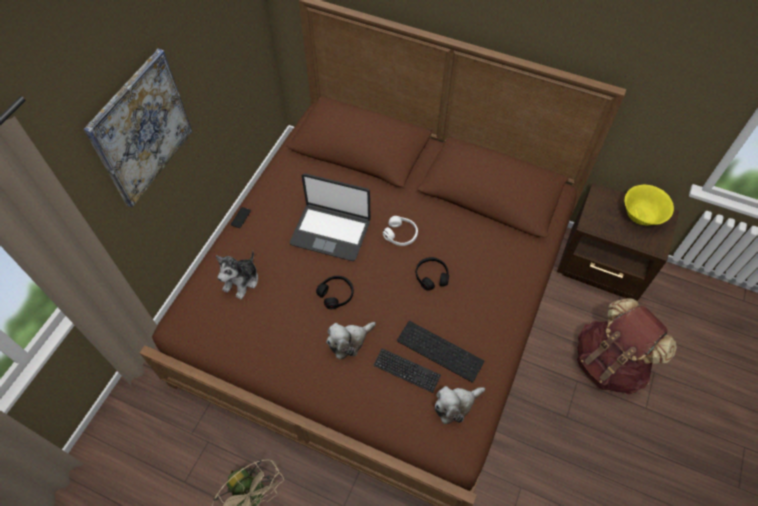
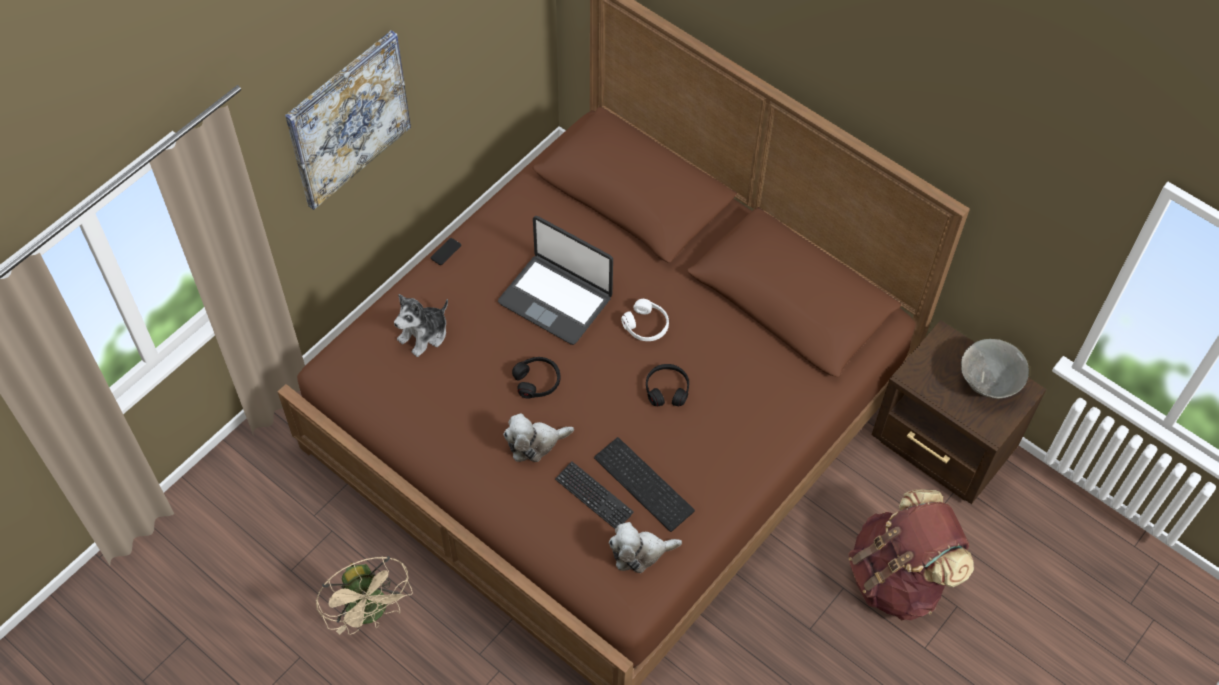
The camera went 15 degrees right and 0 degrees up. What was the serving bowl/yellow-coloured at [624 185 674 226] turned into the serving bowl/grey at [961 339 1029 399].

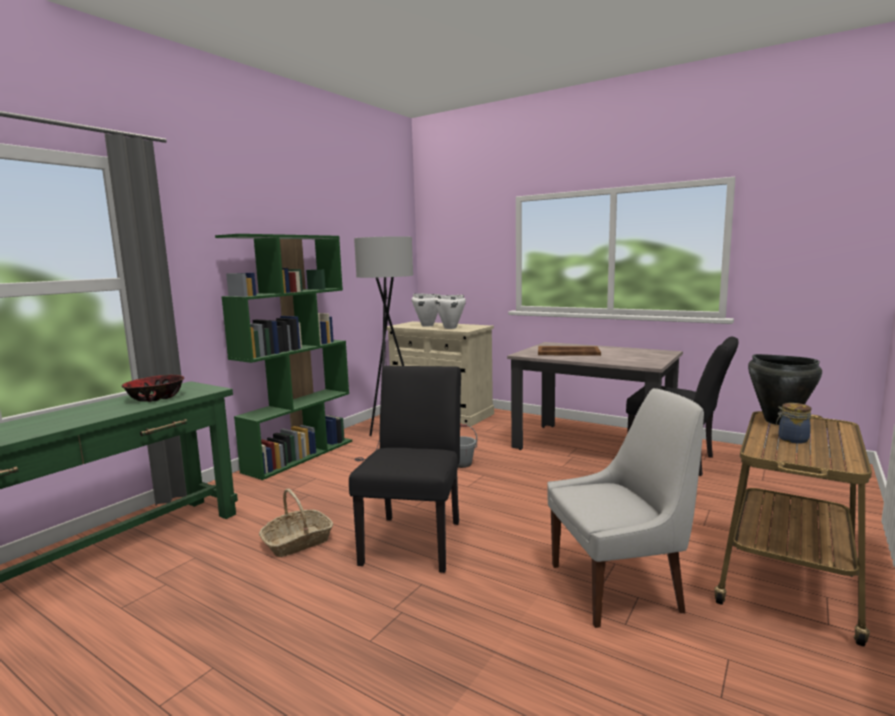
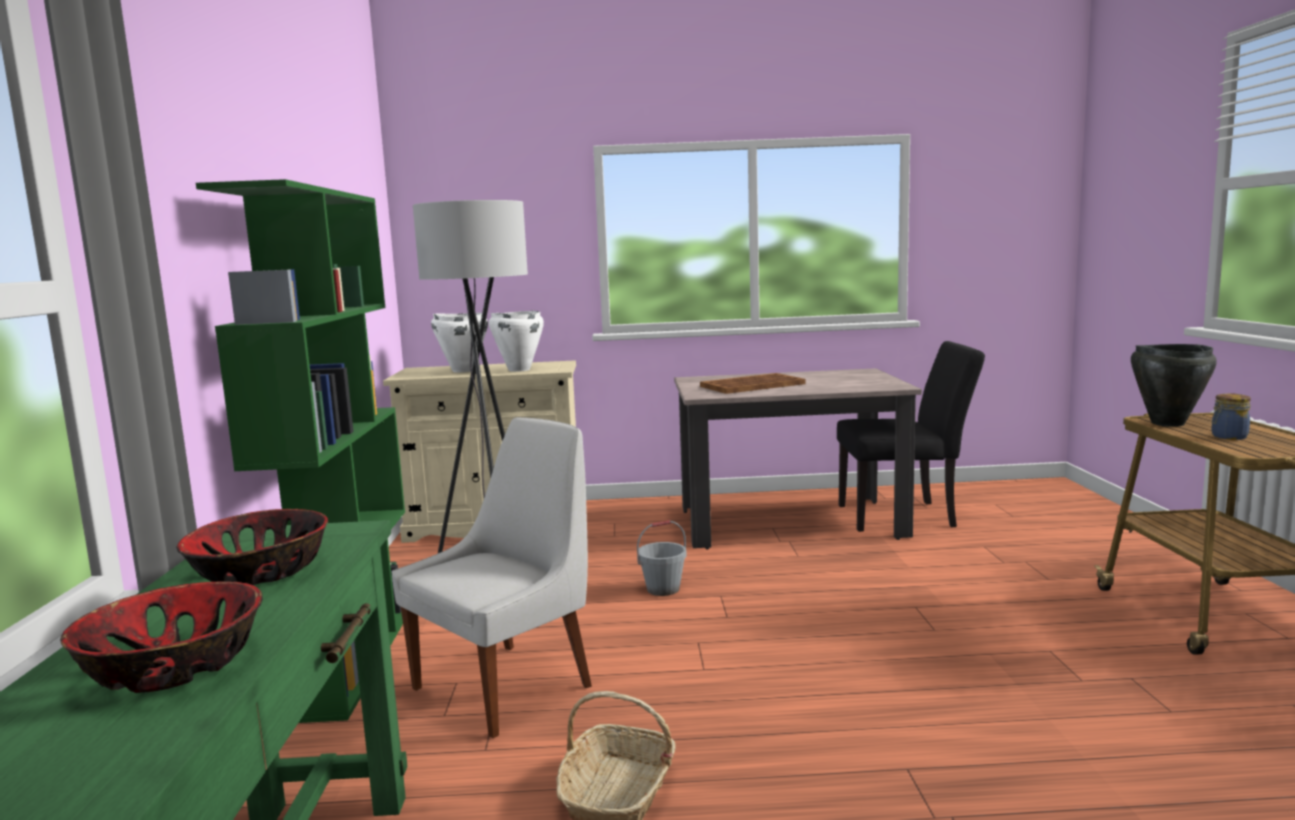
The camera went 35 degrees left and 0 degrees up. The second view lost the upright chair/black at [349 366 461 573]. The upright chair/whitish ended up elsewhere, having gone from [547 388 704 628] to [392 417 592 738]. The second view gained the serving bowl at [60 581 263 693].

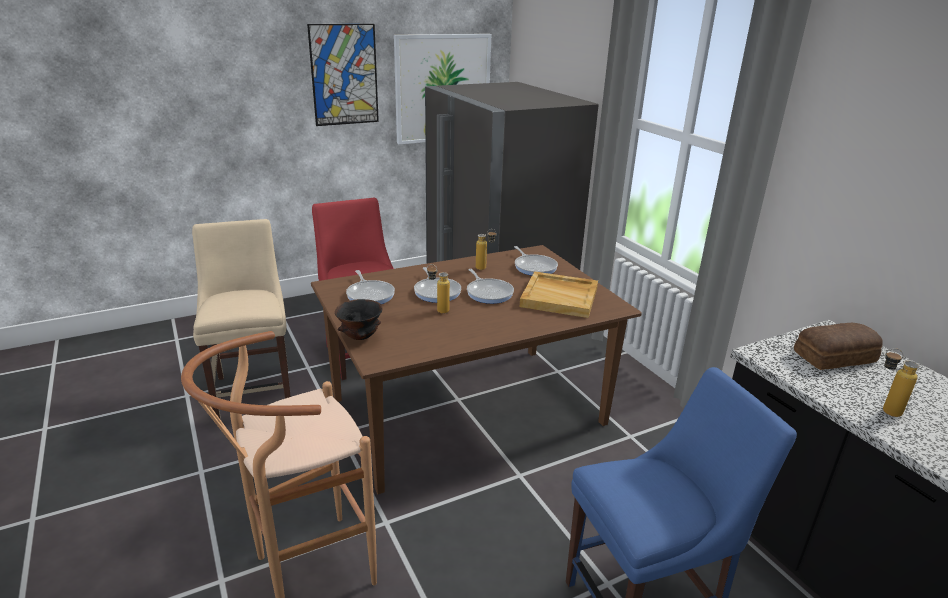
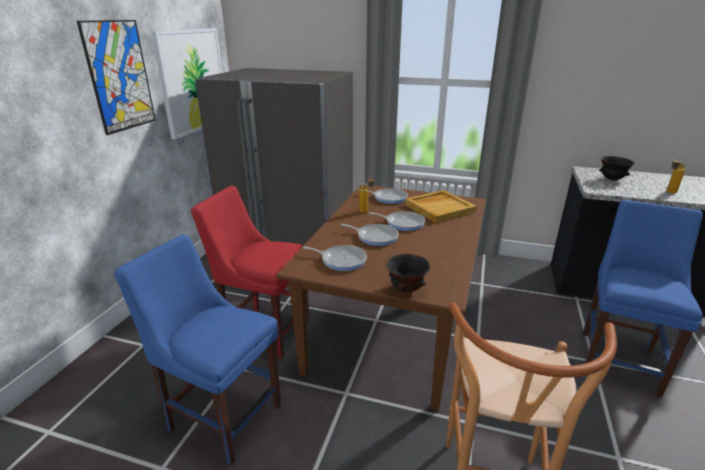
The camera went 45 degrees left and 0 degrees up. What was the upright chair/sand-coloured at [192 219 291 418] turned into the upright chair/bluish at [114 234 281 465]. The second view lost the beverage bottle at [427 264 450 314]. Where the bread stood at [794 323 883 370], the serving bowl/black came to stand at [599 156 635 180].

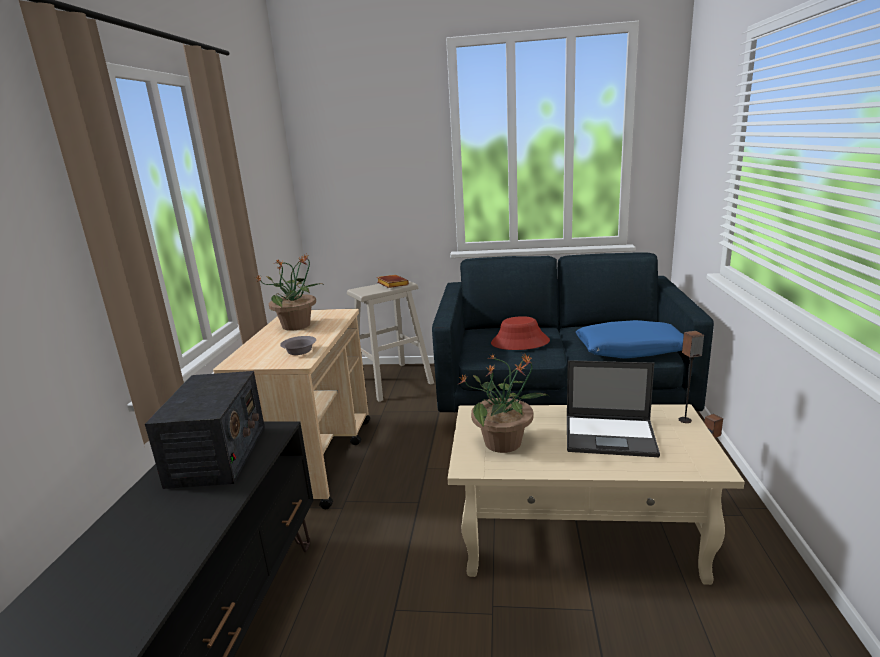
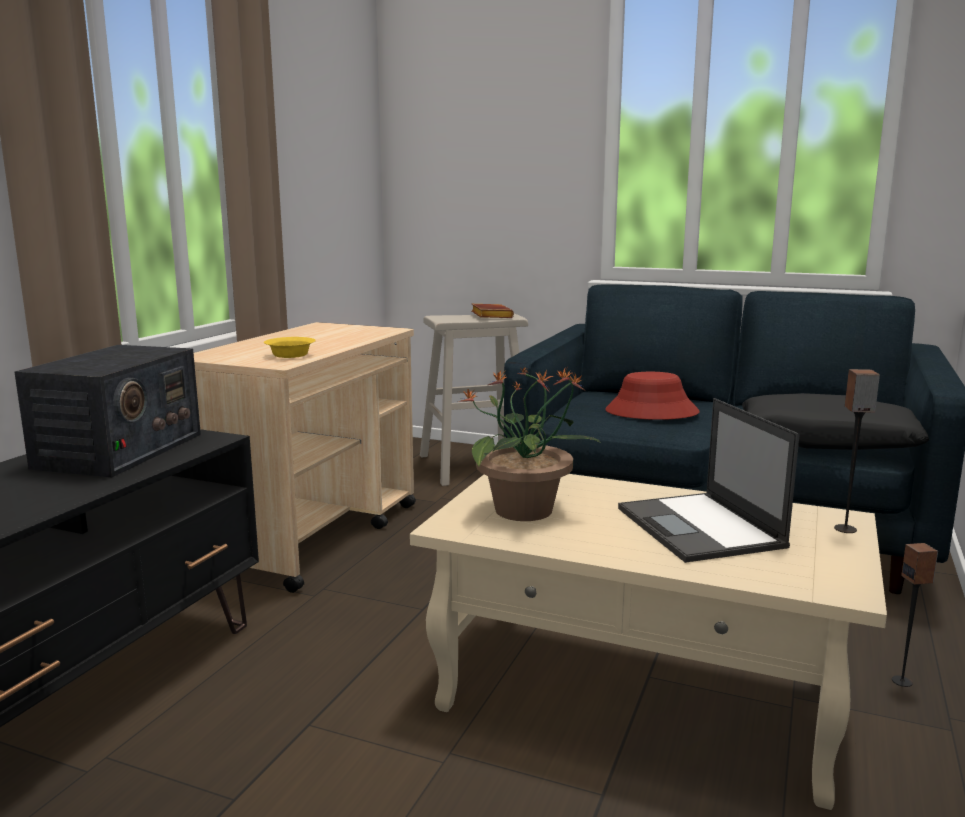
The camera went 15 degrees right and 5 degrees down. The second view lost the plant in a pot at [255 254 325 331]. What was the cushion/bluish at [576 320 684 359] turned into the cushion/black at [742 393 930 450]. What was the serving bowl/grey at [280 336 316 355] turned into the serving bowl/yellow-coloured at [264 337 316 358]. The notebook computer at [567 360 660 457] ended up facing another way, 45 degrees clockwise from before.

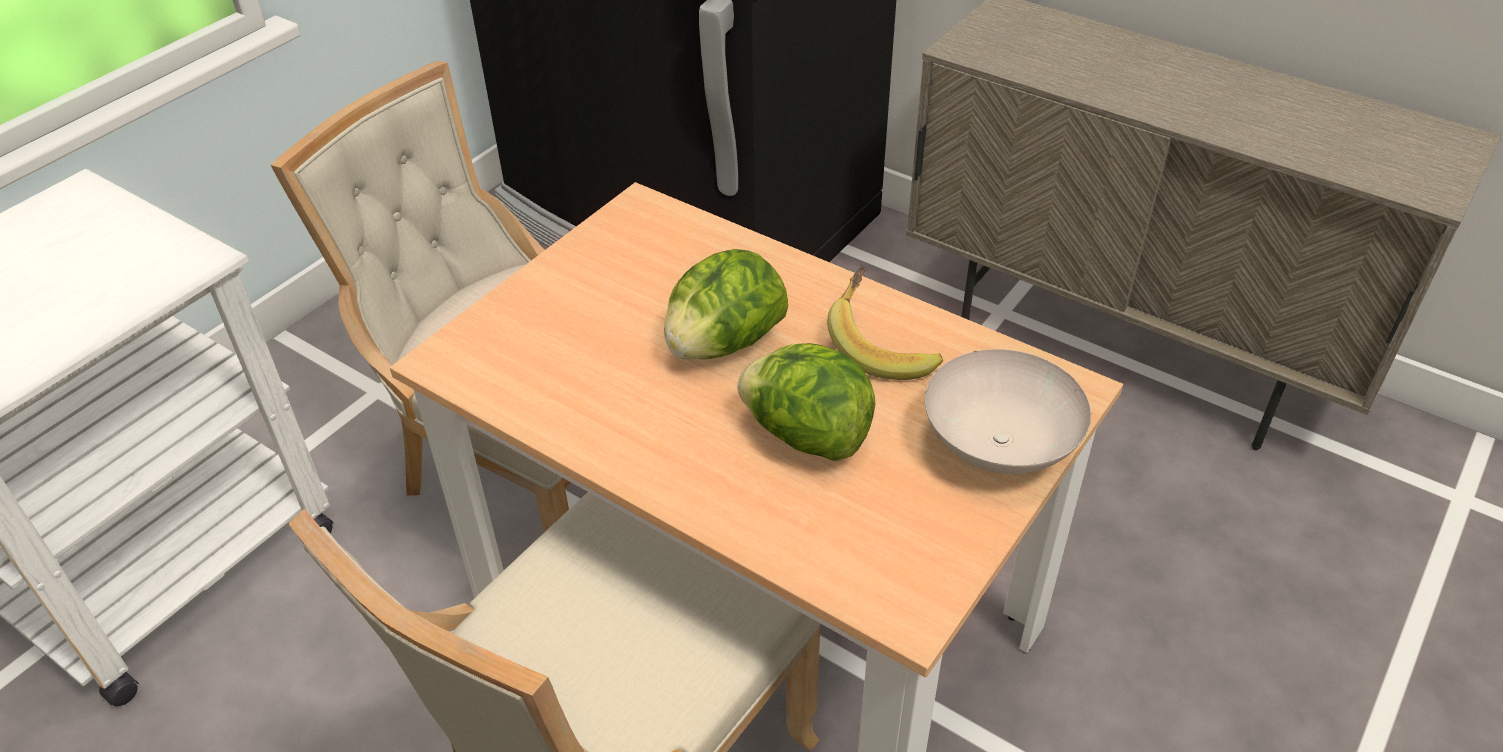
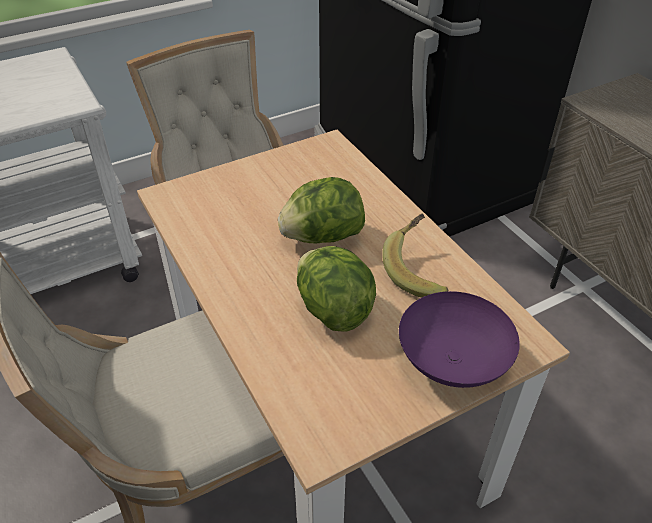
The camera went 25 degrees right and 0 degrees up. What was the serving bowl/whitish at [925 349 1091 474] turned into the serving bowl/purplish at [399 291 520 388].

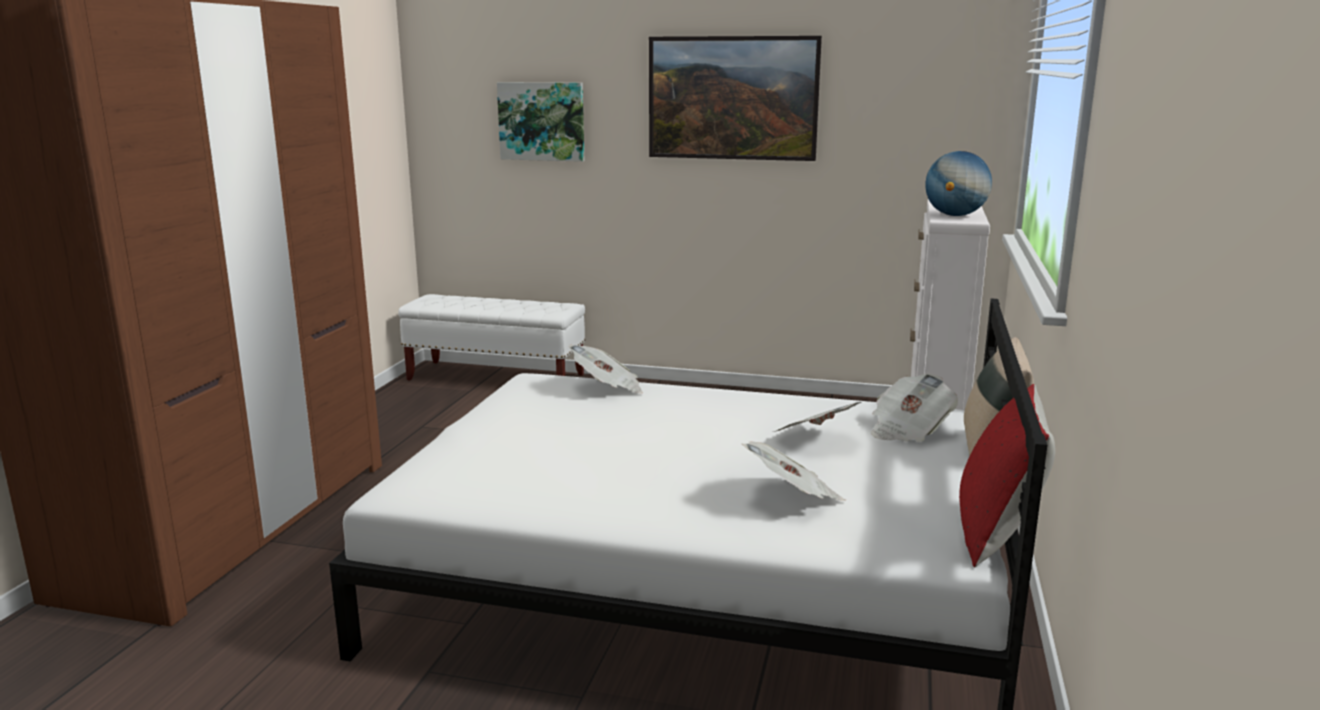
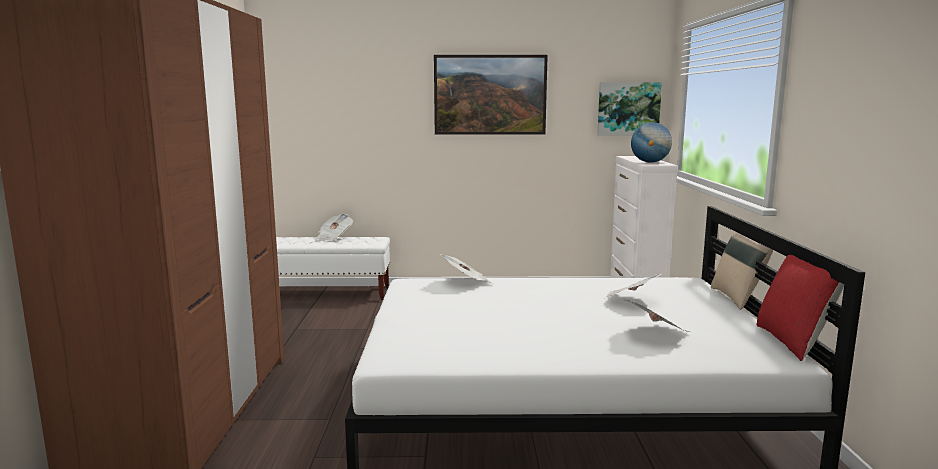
The camera went 15 degrees left and 5 degrees down. The wall art ended up elsewhere, having gone from [497 82 584 162] to [598 82 662 135]. The newspaper ended up elsewhere, having gone from [871 374 958 442] to [316 214 353 241].

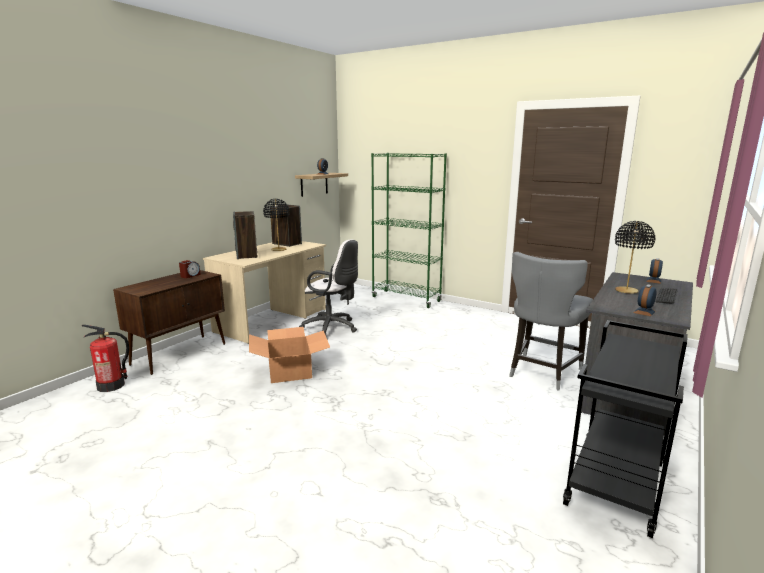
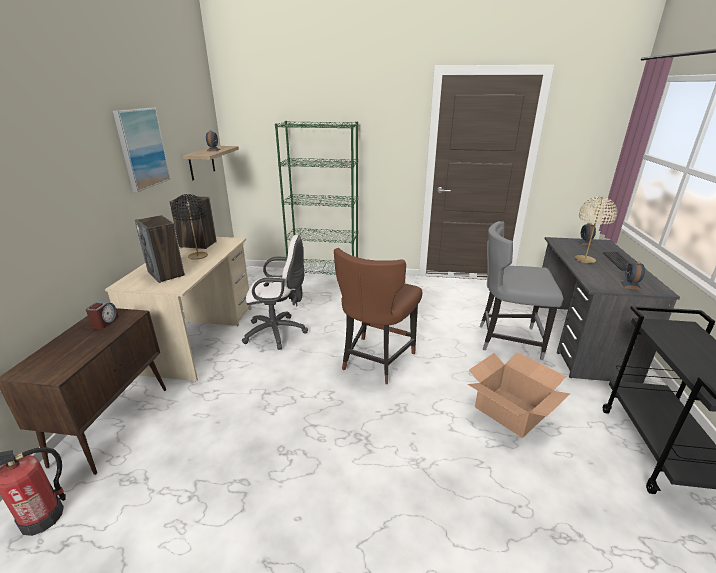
The camera went 25 degrees left and 10 degrees up. What was the tabletop lamp/black at [615 221 655 294] turned into the tabletop lamp/sand-coloured at [575 197 617 263]. The upright chair/grey at [509 252 593 391] ended up facing another way, 90 degrees clockwise from before. The packing box ended up elsewhere, having gone from [249 327 330 383] to [467 352 570 438]. The second view gained the wall art at [113 107 171 192]. The second view gained the upright chair/brown at [334 248 422 384].

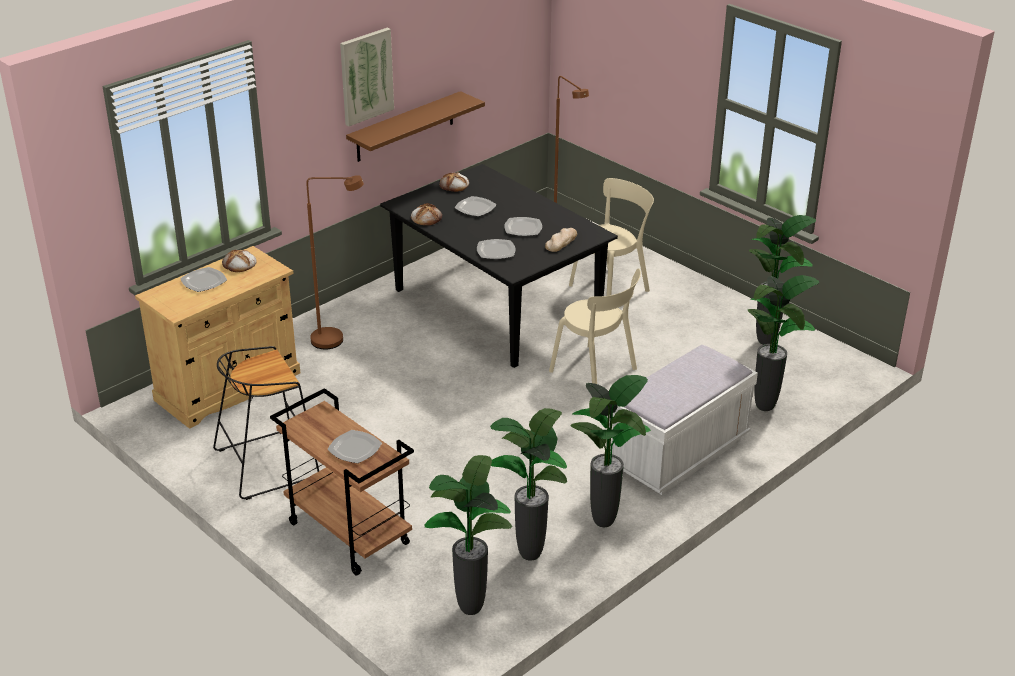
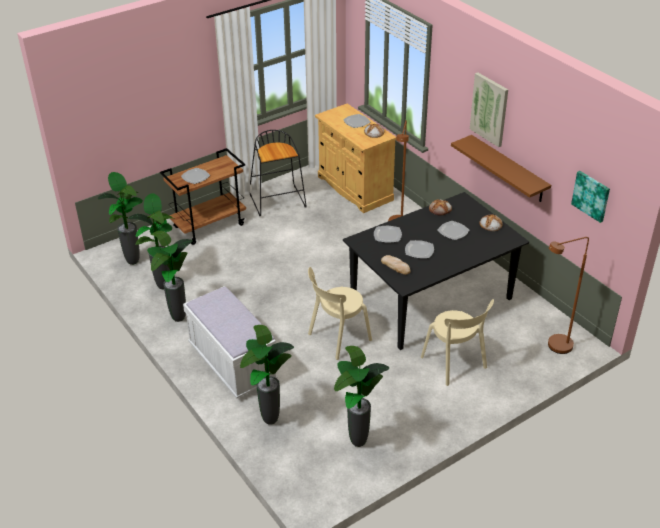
The camera went 100 degrees right and 5 degrees up. The second view gained the wall art at [571 171 610 223].

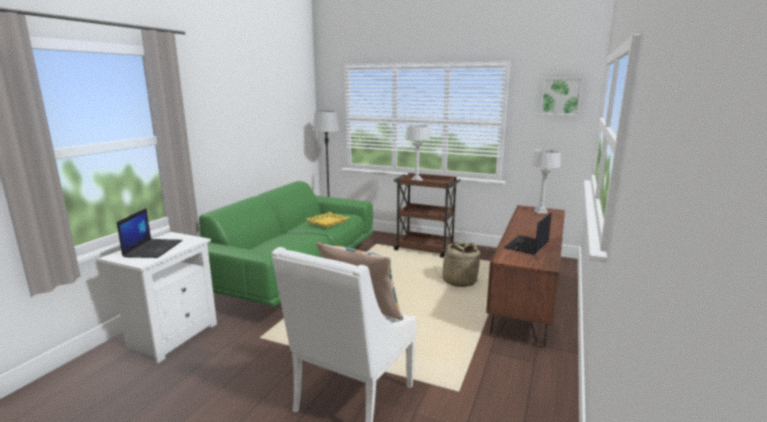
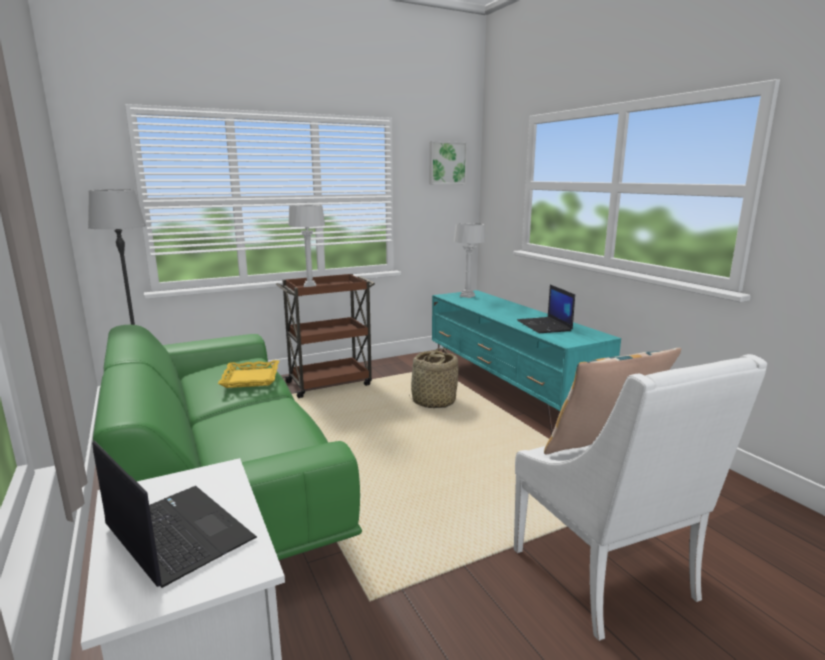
The camera went 50 degrees left and 0 degrees up. What was the media console/brown at [486 205 565 347] turned into the media console/turquoise-coloured at [432 290 621 434].

